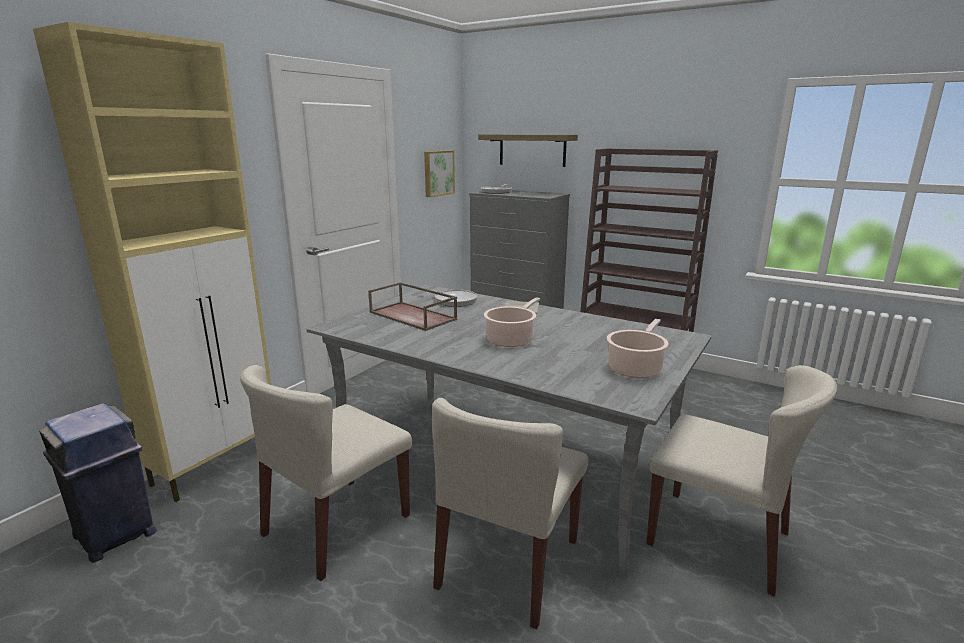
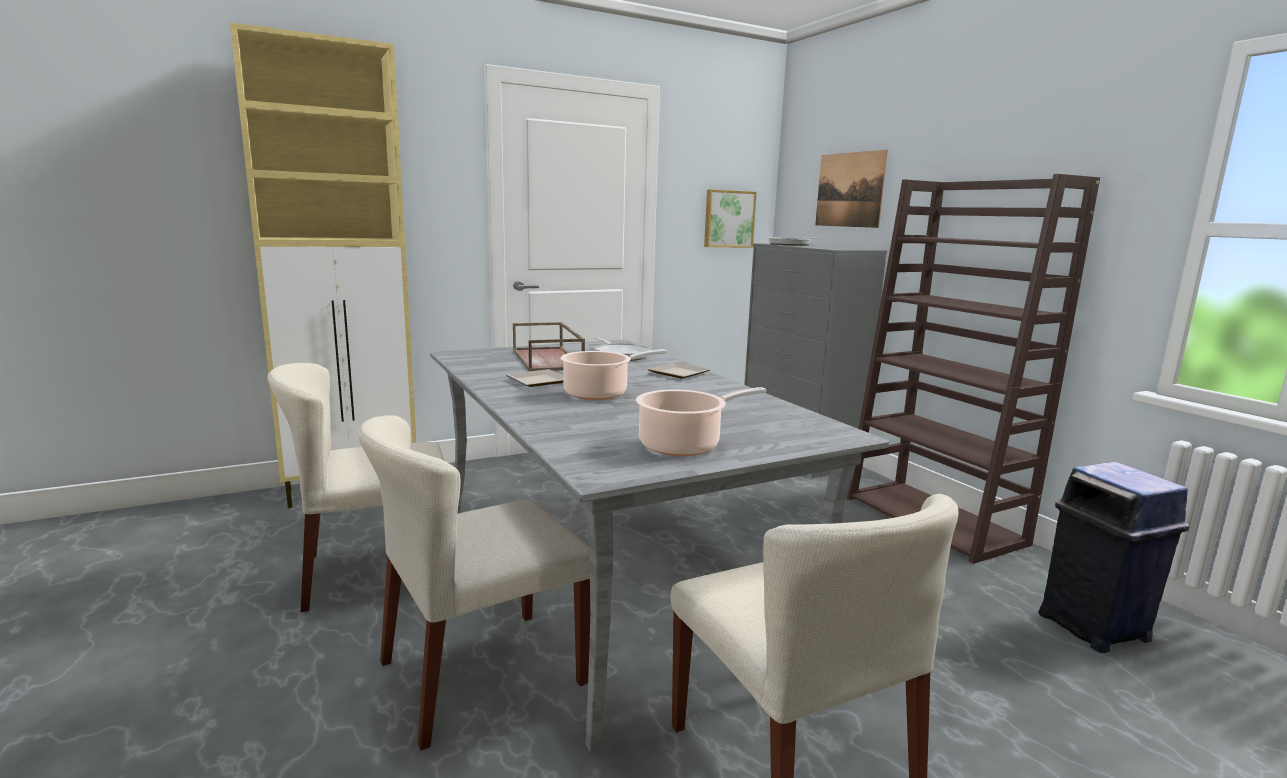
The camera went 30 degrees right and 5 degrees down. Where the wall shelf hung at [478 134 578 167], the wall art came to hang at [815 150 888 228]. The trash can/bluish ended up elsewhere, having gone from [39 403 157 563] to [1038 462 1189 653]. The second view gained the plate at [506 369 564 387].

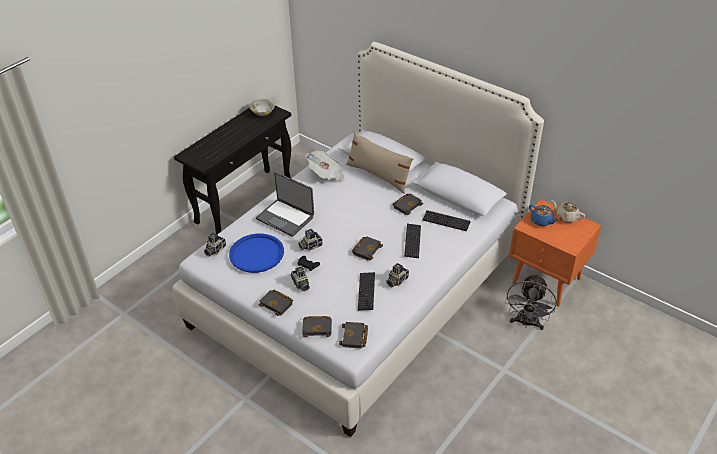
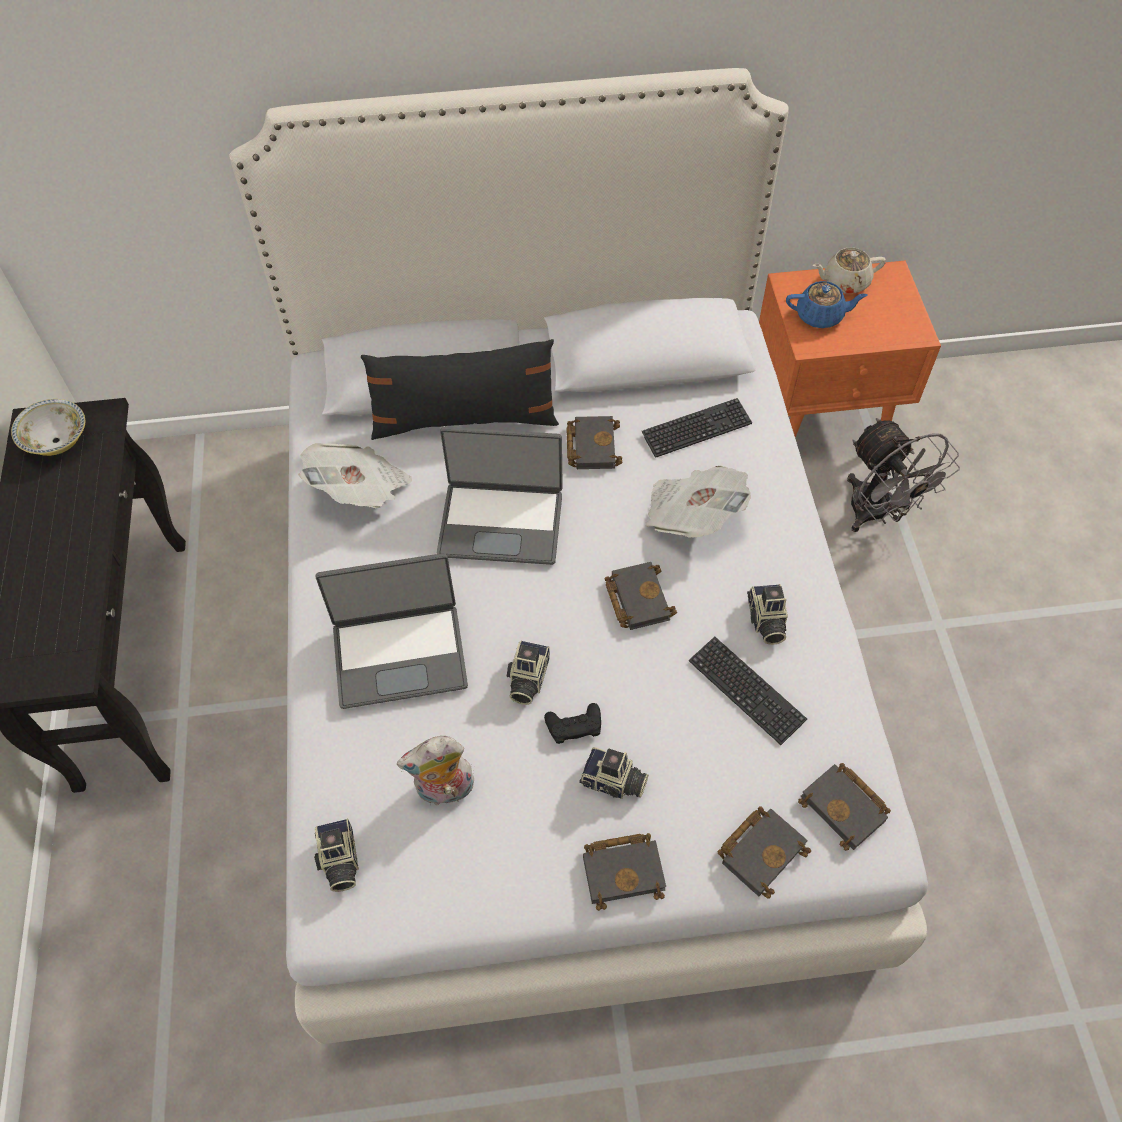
The camera went 45 degrees left and 15 degrees up. What was the cushion/sand-coloured at [346 131 413 194] turned into the cushion/black at [361 339 559 440]. Where the computer keyboard stood at [404 224 421 258], the newspaper came to stand at [645 466 751 538]. Where the tray/bluish stood at [229 234 284 273], the cuddly toy came to stand at [397 736 474 806]. The second view gained the notebook computer at [437 427 563 565].

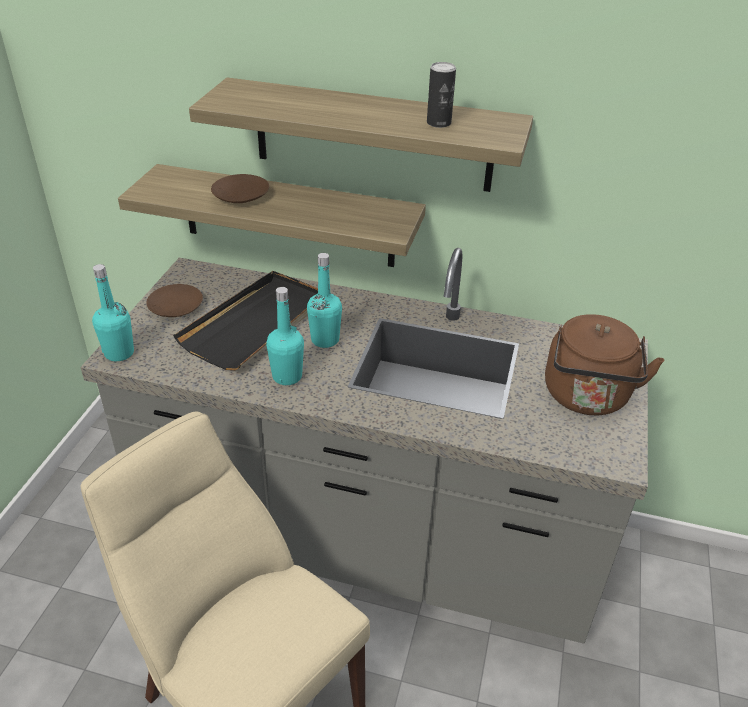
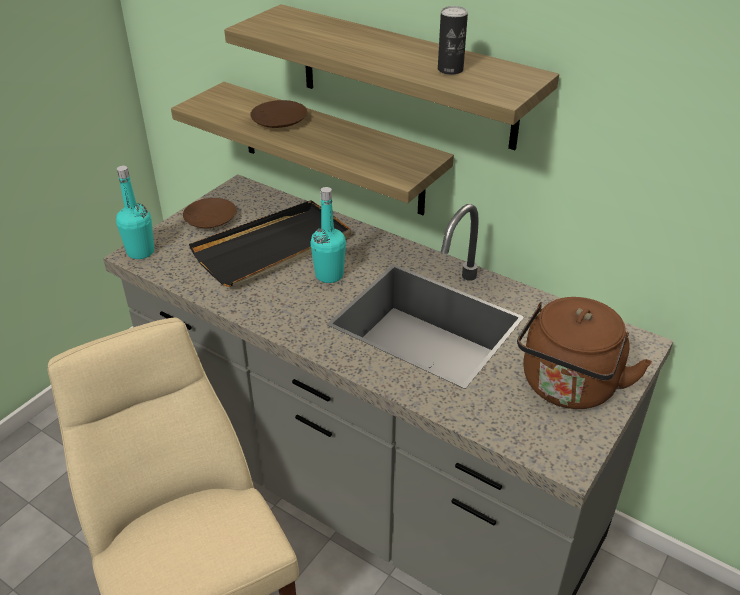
The camera went 20 degrees right and 0 degrees up. The second view lost the beverage bottle/turquoise-coloured at [266 287 304 385].

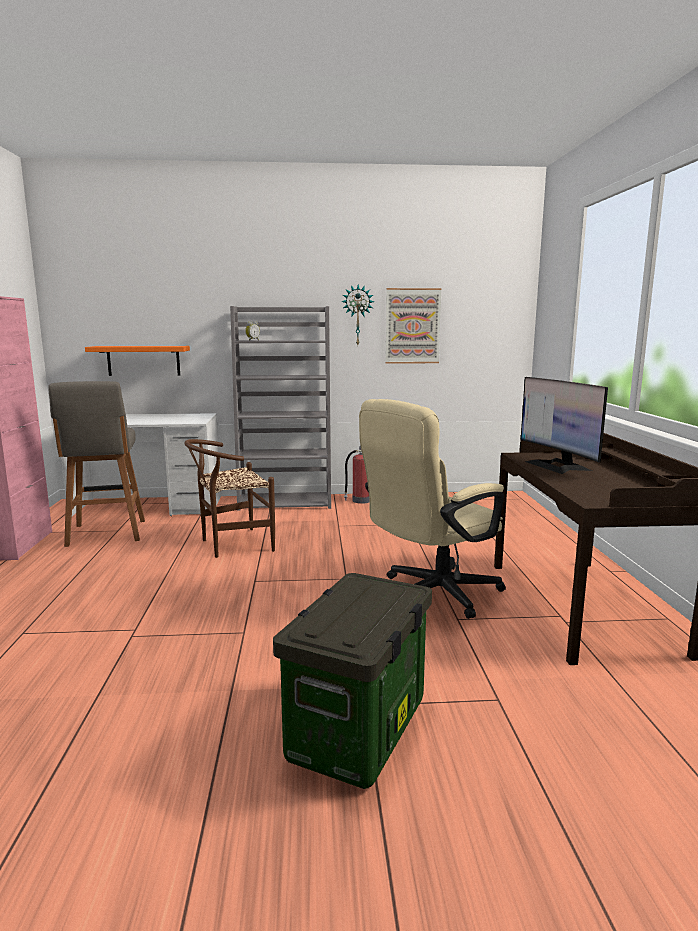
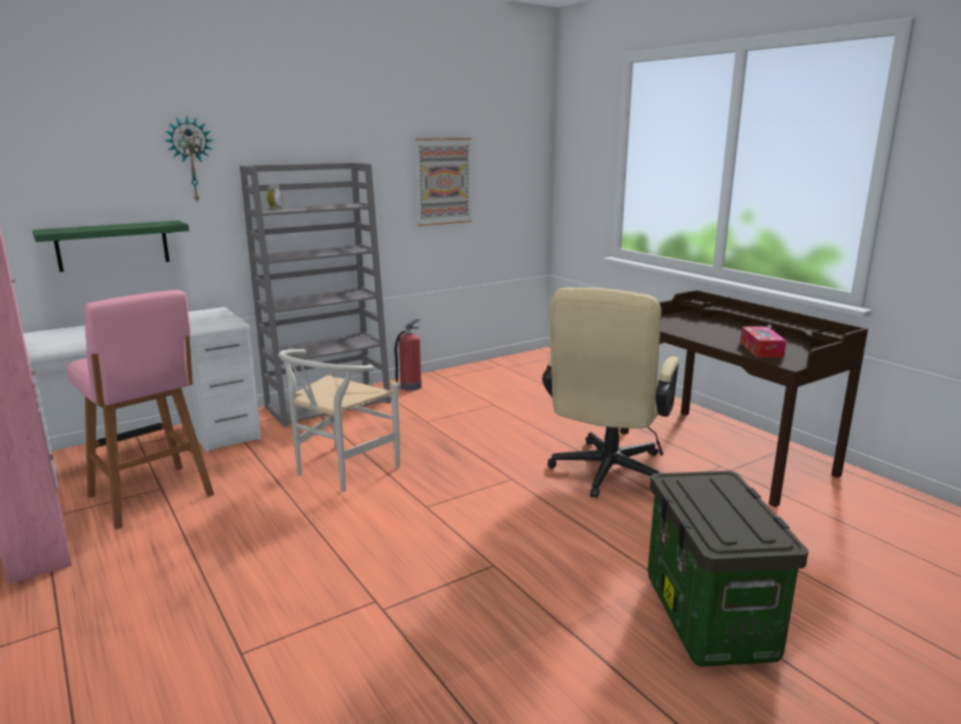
The camera went 30 degrees left and 5 degrees up. The clock on the wall ended up elsewhere, having gone from [341 284 374 345] to [164 115 214 203]. What was the wall shelf/orange at [85 346 190 376] turned into the wall shelf/greenish at [32 220 189 272]. The second view lost the monitor at [521 377 608 474]. What was the stool/grey at [48 381 145 547] turned into the stool/pink-coloured at [66 290 214 530]. What was the upright chair/brown at [184 439 275 558] turned into the upright chair/whitish at [278 349 400 492]. The second view gained the tissue holder at [740 326 786 358].

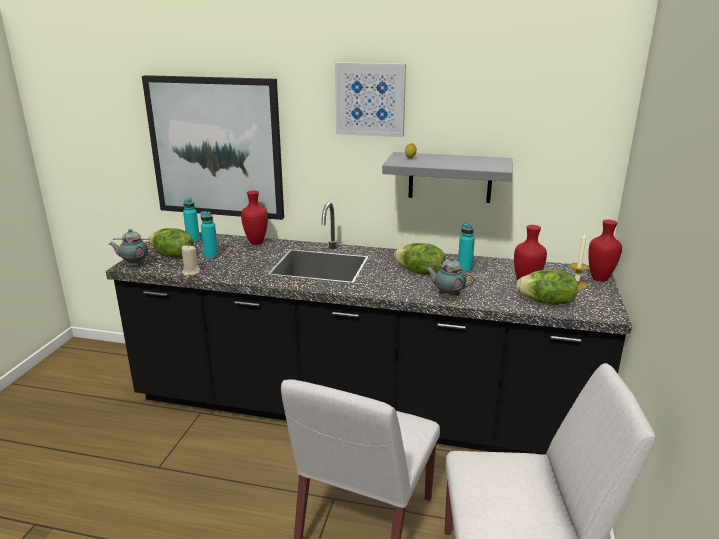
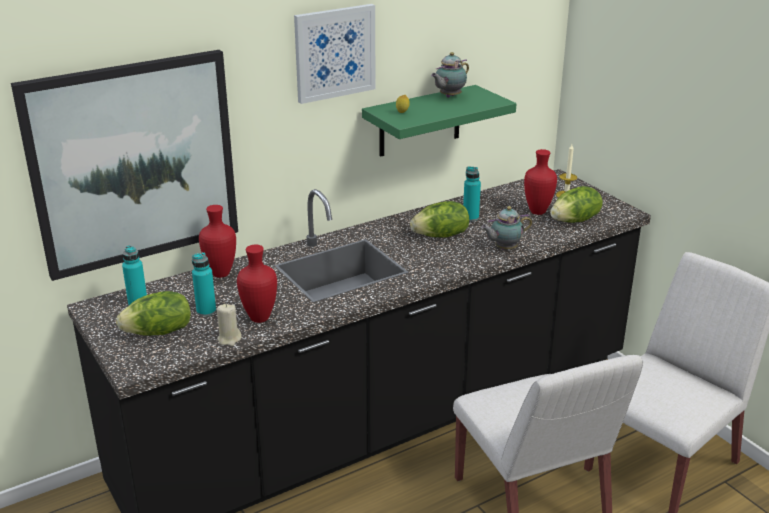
The camera went 45 degrees left and 5 degrees up. What was the wall shelf/grey at [382 152 513 203] turned into the wall shelf/greenish at [362 85 517 157]. The decorative vase/reddish ended up elsewhere, having gone from [588 220 622 282] to [237 245 277 323]. The tea pot ended up elsewhere, having gone from [109 229 155 266] to [431 52 469 97].

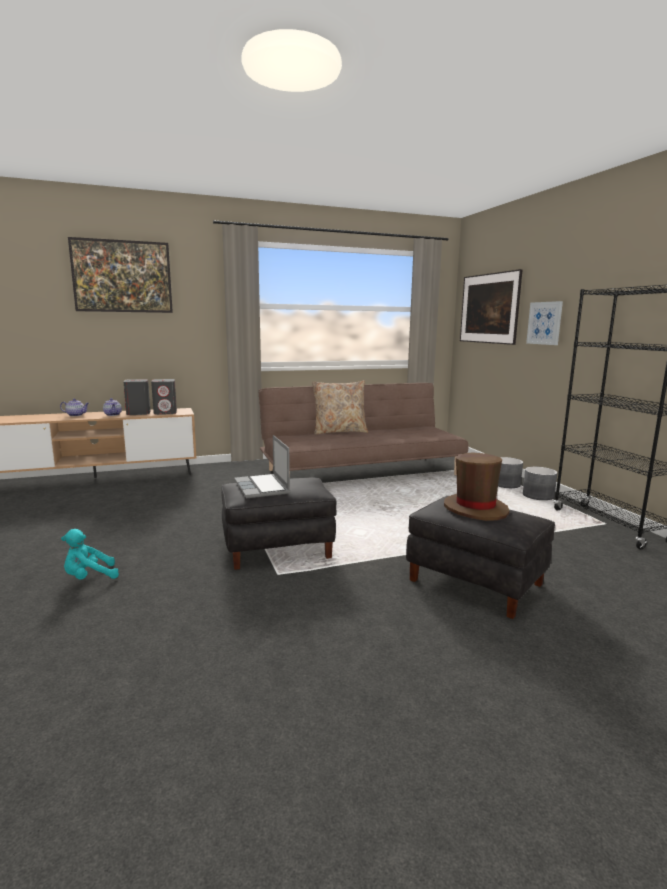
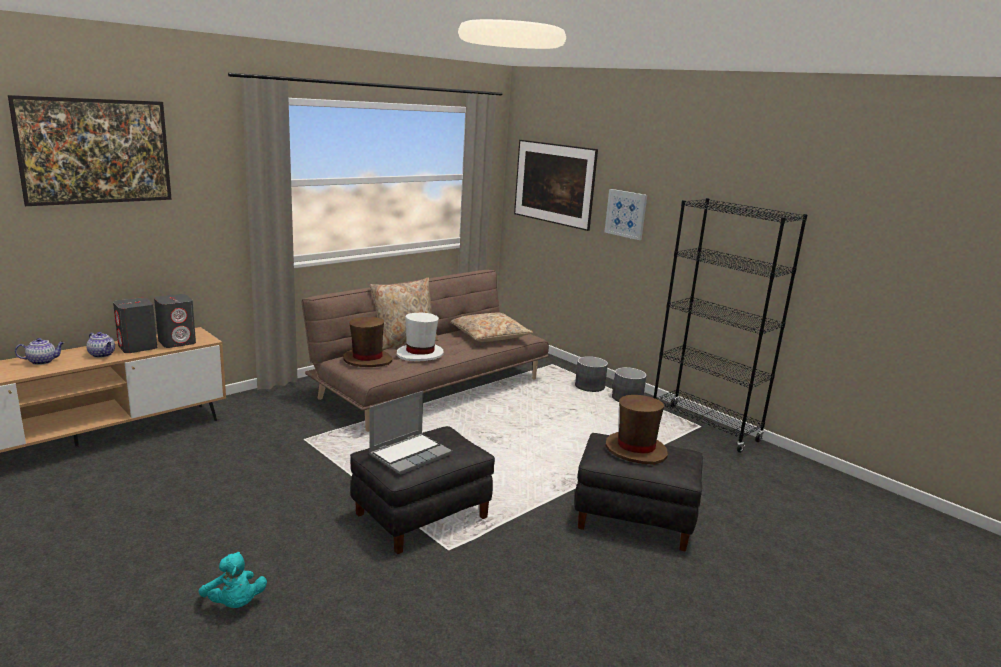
The camera went 25 degrees left and 5 degrees up. The notebook computer at [234 435 290 498] ended up facing another way, 90 degrees counterclockwise from before. The cuddly toy/turquoise-coloured at [61 529 119 580] ended up facing another way, 75 degrees counterclockwise from before. The second view gained the clothing hat/whitish at [397 313 444 361]. The second view gained the cushion/sand-coloured at [451 313 533 342]. The second view gained the clothing hat/brown at [343 317 392 367].

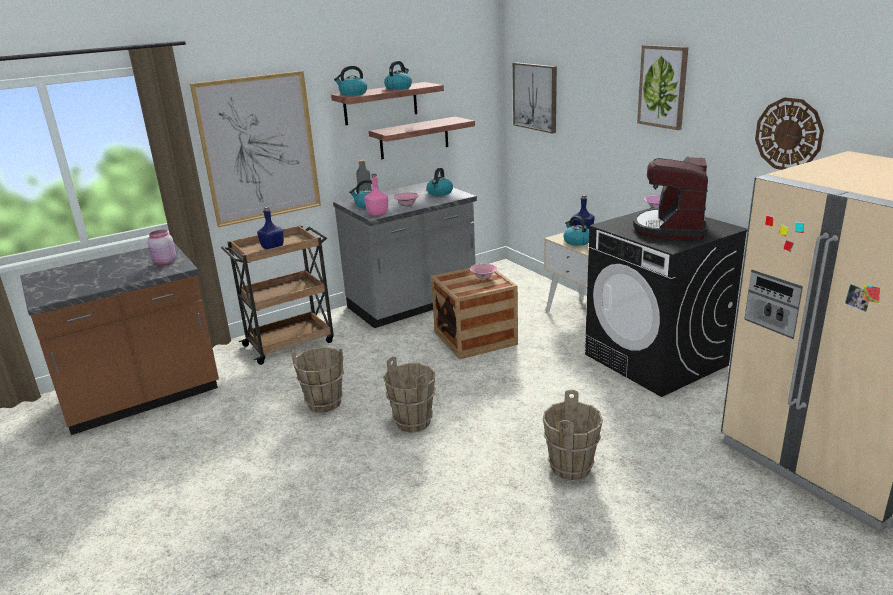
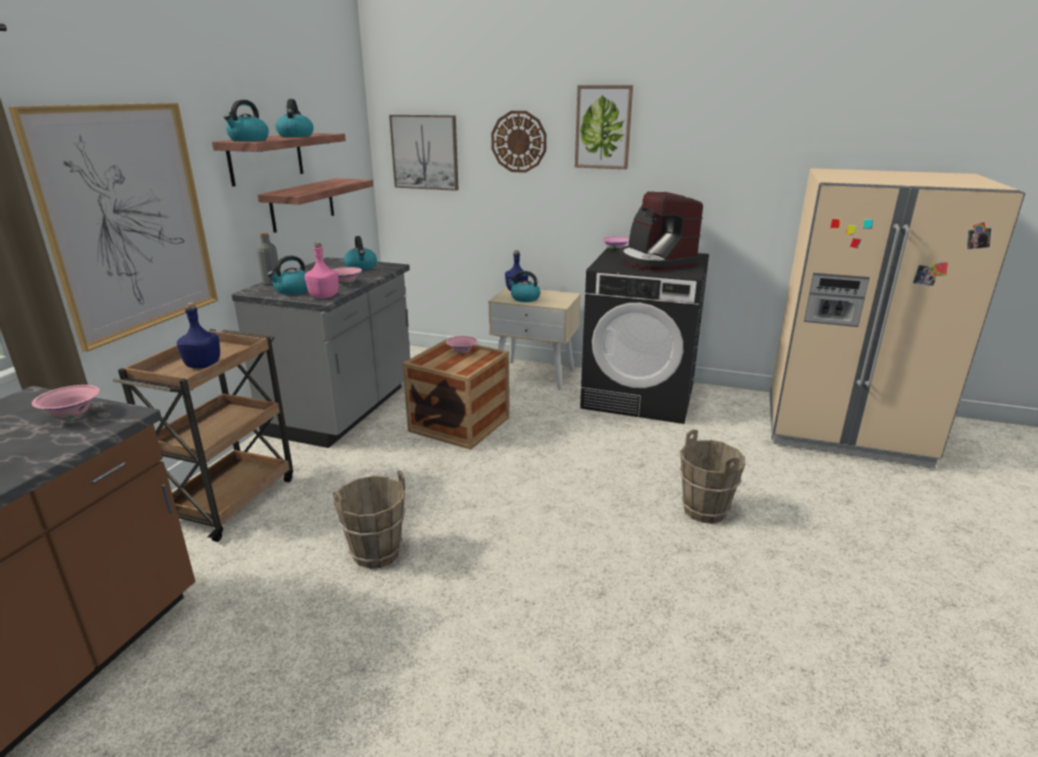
The camera went 40 degrees left and 0 degrees up. The clock on the wall ended up elsewhere, having gone from [755 97 824 170] to [491 111 547 173]. Where the preserve jar/pink-coloured stood at [148 230 176 265], the serving bowl/pink-coloured came to stand at [32 385 100 419]. The second view lost the bucket/brown at [383 357 435 432].

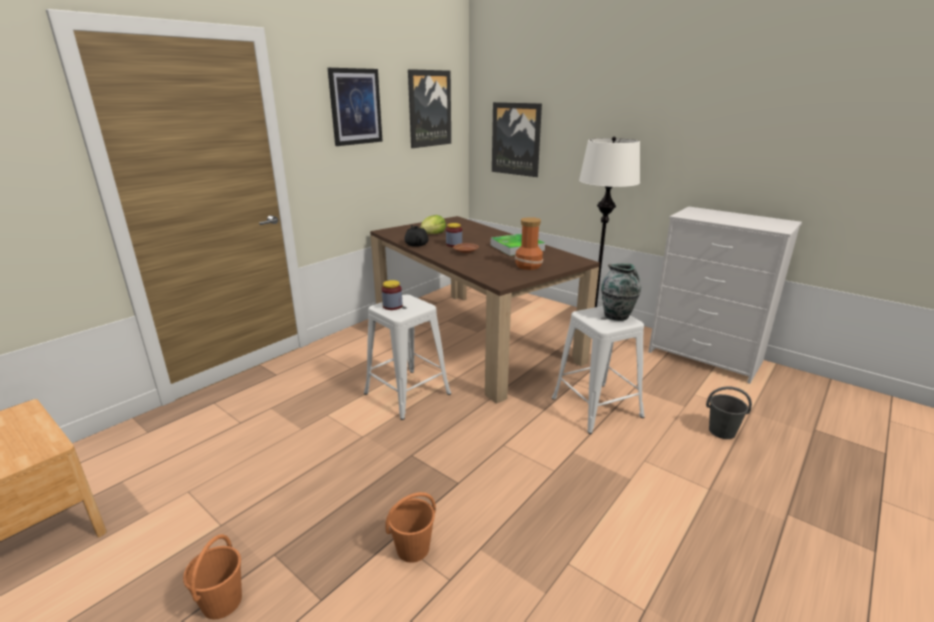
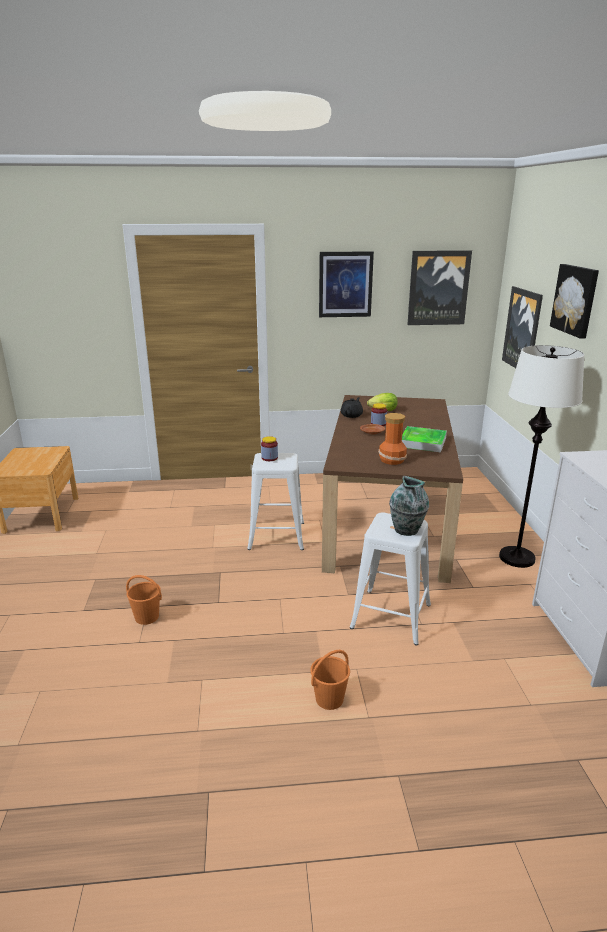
The camera went 45 degrees right and 0 degrees up. The second view lost the bucket/grey at [706 387 752 439]. The bucket/orange ended up elsewhere, having gone from [183 534 242 620] to [310 650 350 710]. The second view gained the wall art at [550 264 599 338].

